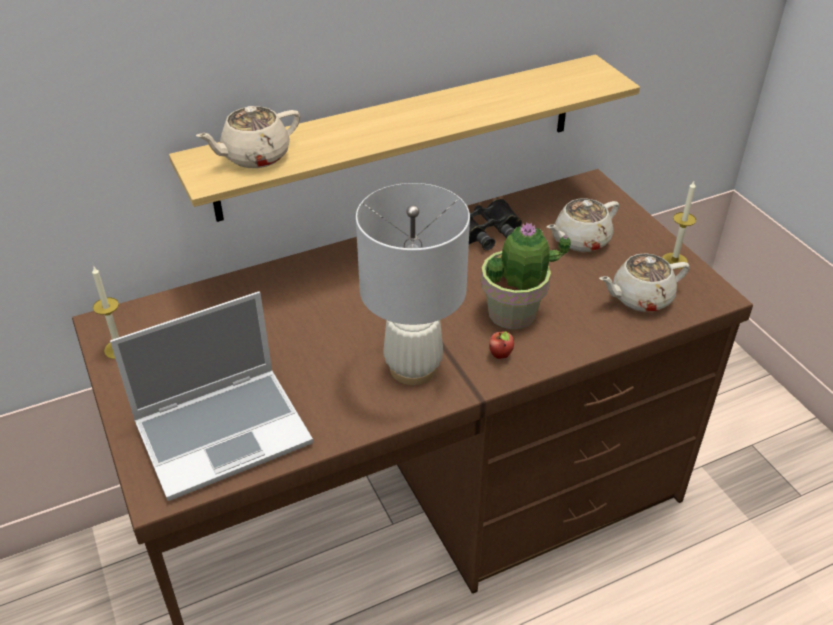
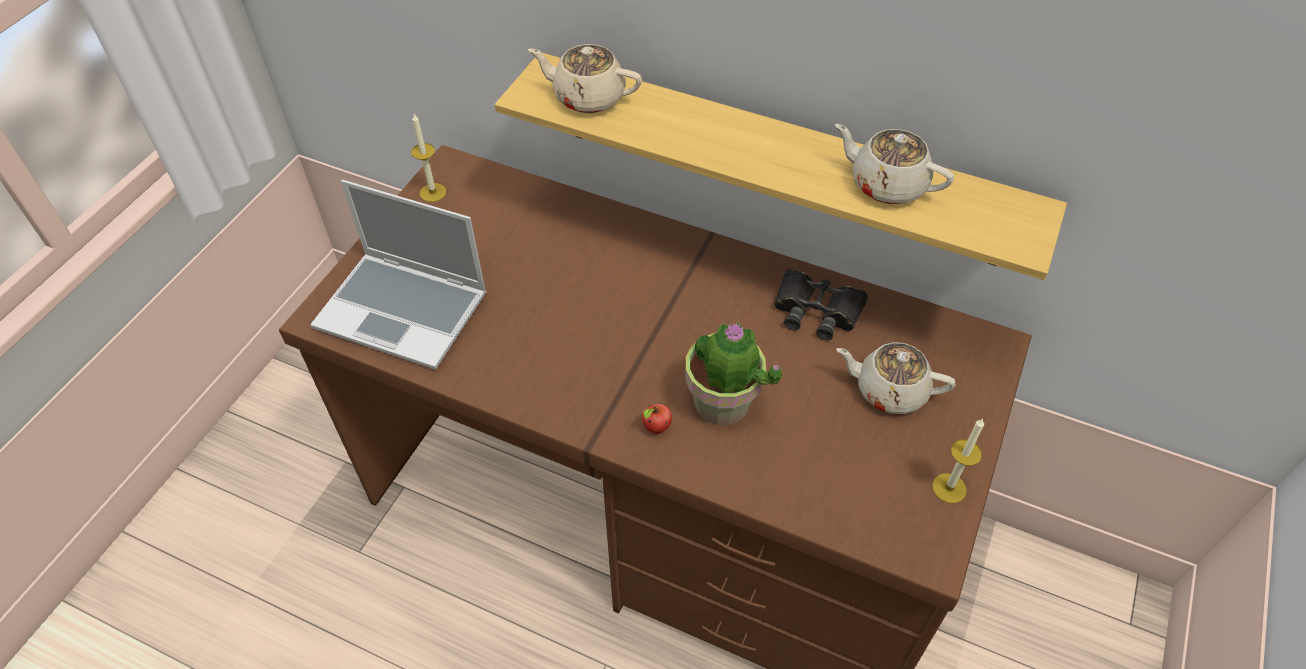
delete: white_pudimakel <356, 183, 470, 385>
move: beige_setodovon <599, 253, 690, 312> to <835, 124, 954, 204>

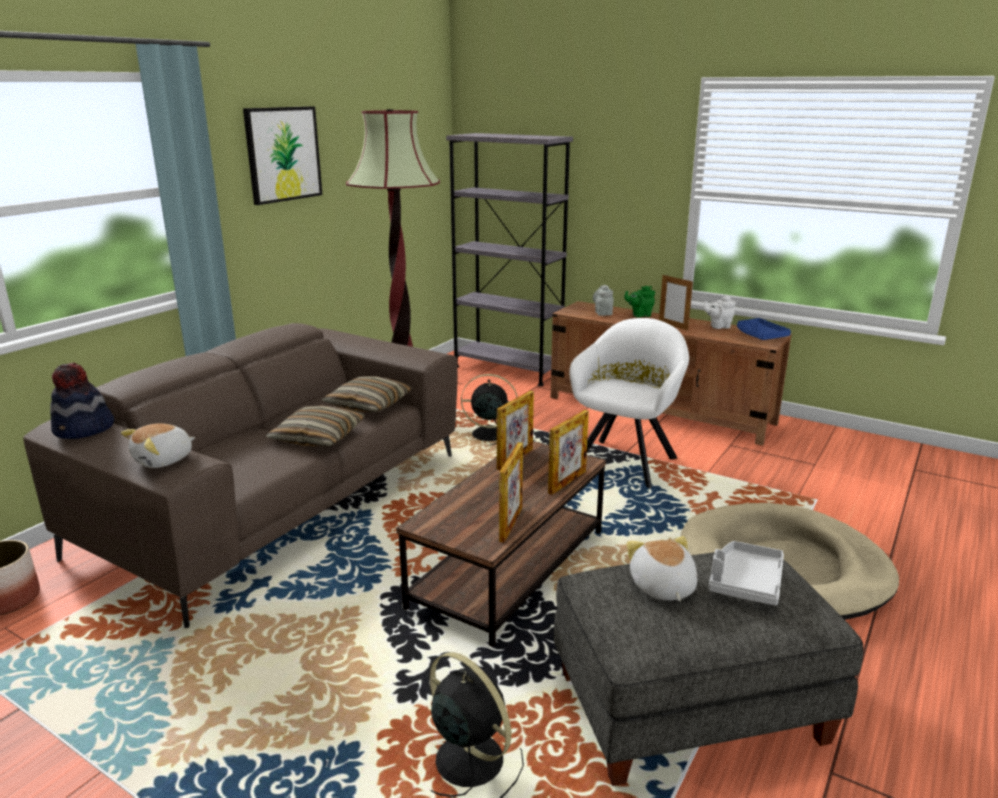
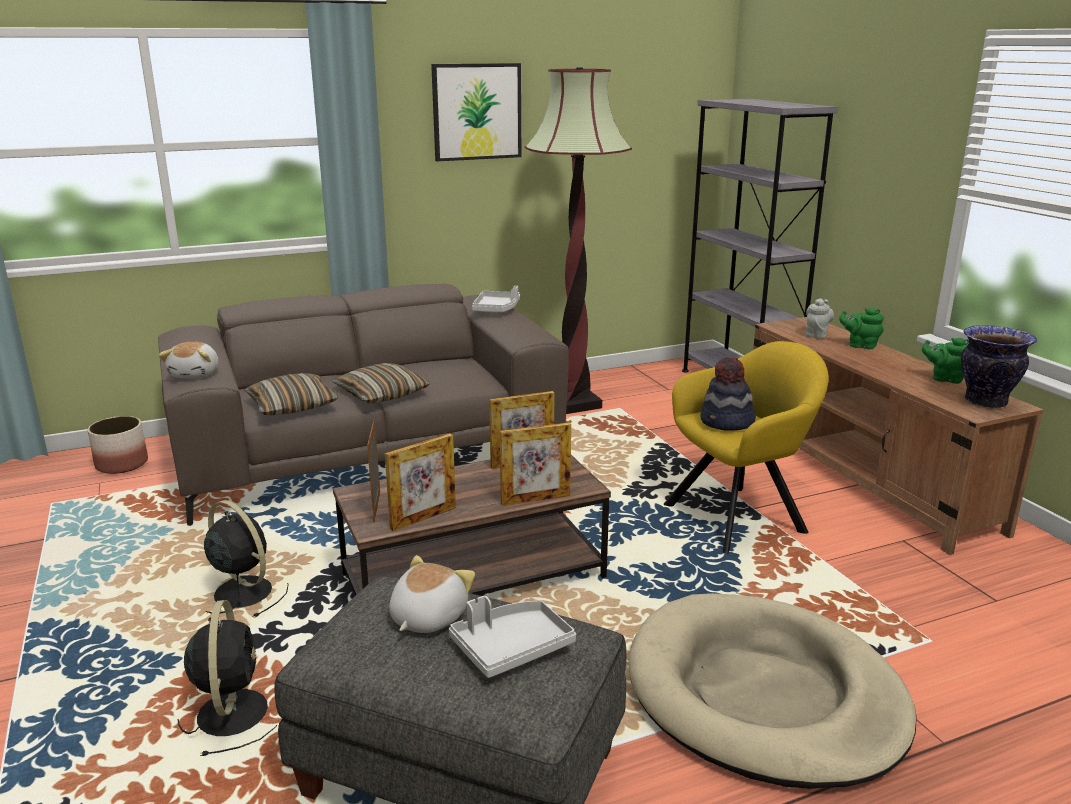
insert: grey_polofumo <472, 286, 520, 312>
move: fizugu <50, 363, 114, 439> to <700, 358, 756, 431>; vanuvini <321, 376, 412, 412> to <244, 373, 338, 415>; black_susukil <461, 374, 517, 445> to <204, 500, 289, 617>; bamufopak <659, 275, 693, 331> to <367, 419, 380, 523>
replace: blue_polofumo <737, 318, 791, 340> to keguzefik <961, 325, 1037, 408>
recolor: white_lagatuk <569, 318, 689, 488> to yellow_lagatuk <663, 341, 829, 554>; white_setodovon <703, 296, 736, 329> to green_setodovon <922, 338, 969, 384>
rotate: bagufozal <121, 423, 195, 468> = <158, 342, 218, 378> 75 degrees counterclockwise

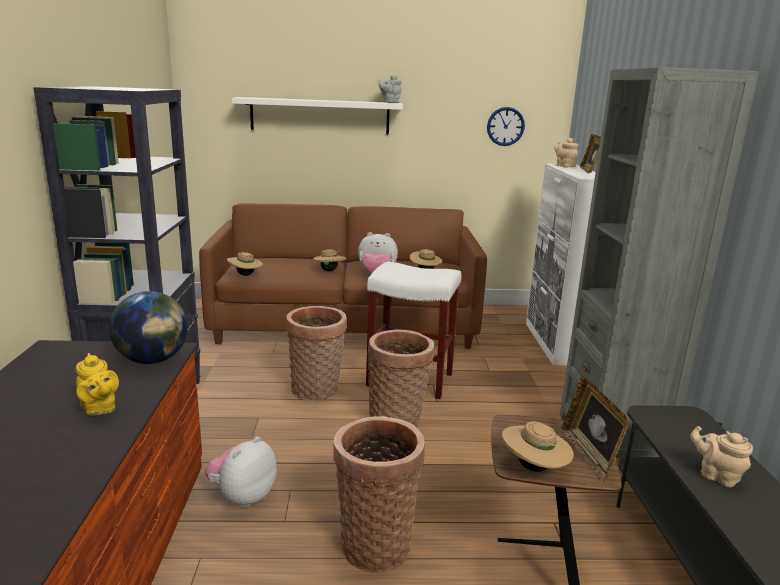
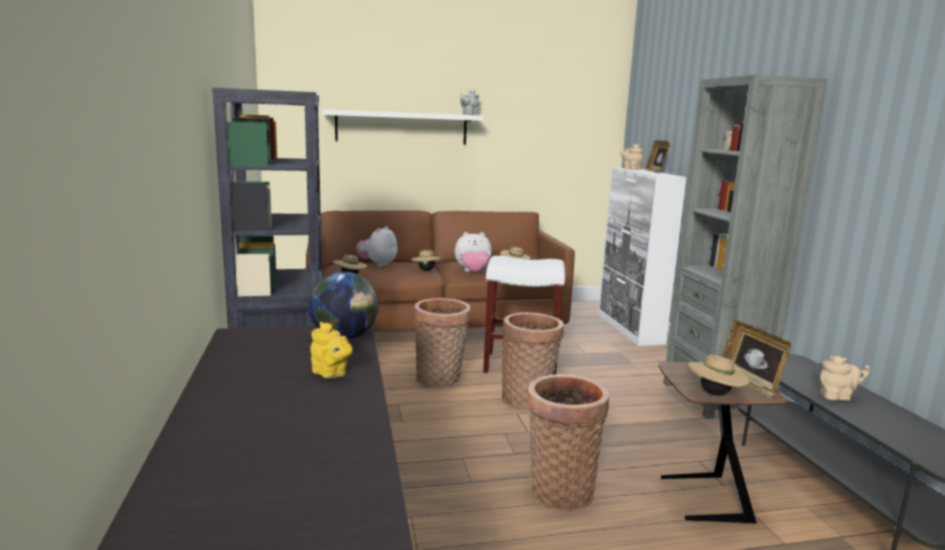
delete: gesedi <487, 107, 525, 146>
move: bagufozal <205, 437, 277, 508> to <356, 226, 397, 267>
rotate: beige_setodovon <690, 426, 753, 487> = <820, 356, 870, 401> 150 degrees clockwise

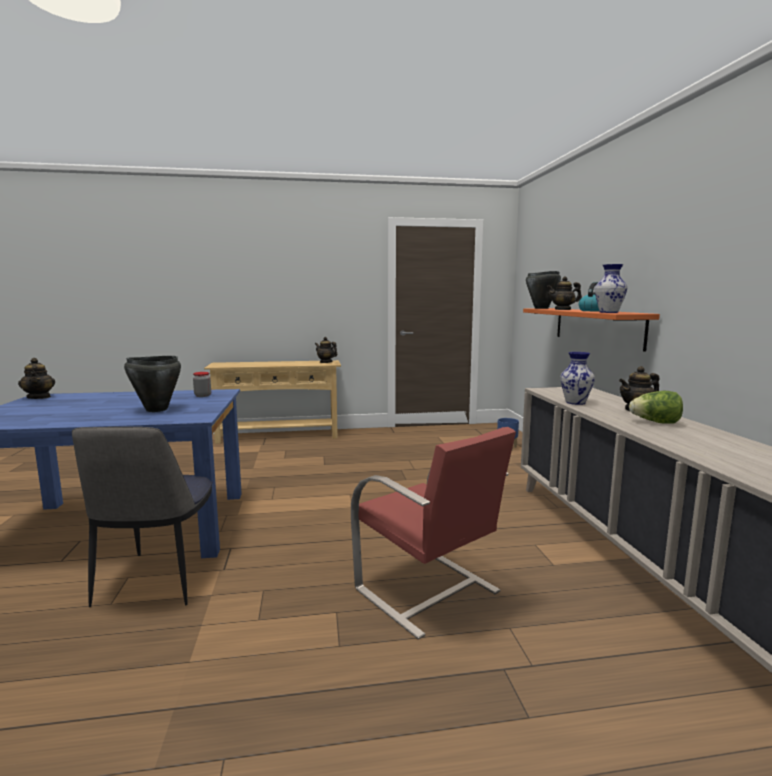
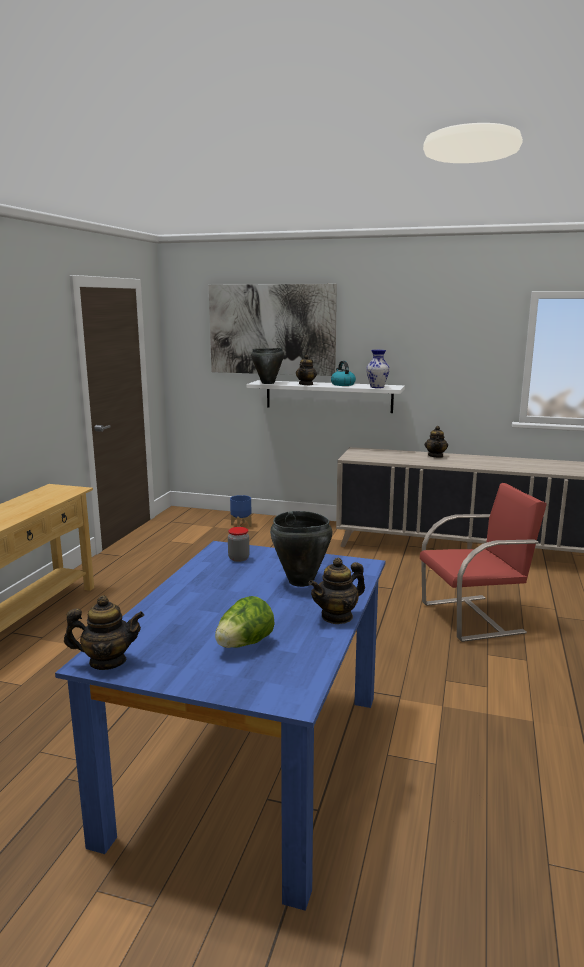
delete: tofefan <72, 427, 213, 607>; keguzefik <560, 352, 595, 405>
insert: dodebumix <209, 284, 337, 376>
move: setodovon <315, 337, 337, 363> to <309, 558, 365, 624>; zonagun <629, 391, 683, 424> to <215, 596, 275, 648>
recolor: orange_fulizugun <523, 308, 660, 352> to white_fulizugun <247, 380, 405, 413>

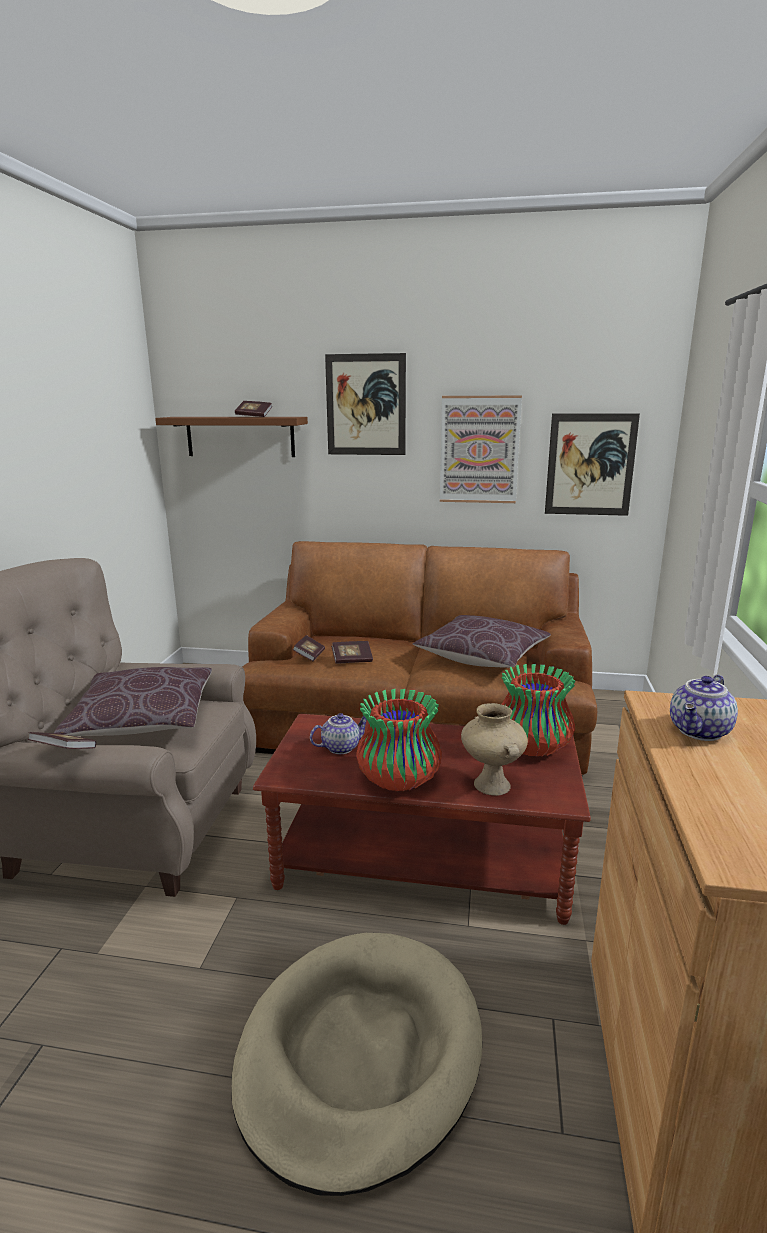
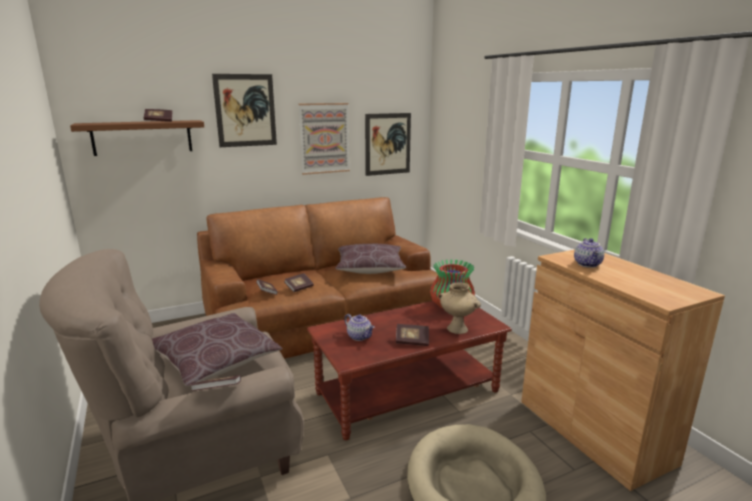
replace: keguzefik <356, 689, 442, 791> to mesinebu <396, 324, 429, 346>
rotate: setodovon <310, 713, 367, 754> = <344, 314, 375, 341> 105 degrees clockwise

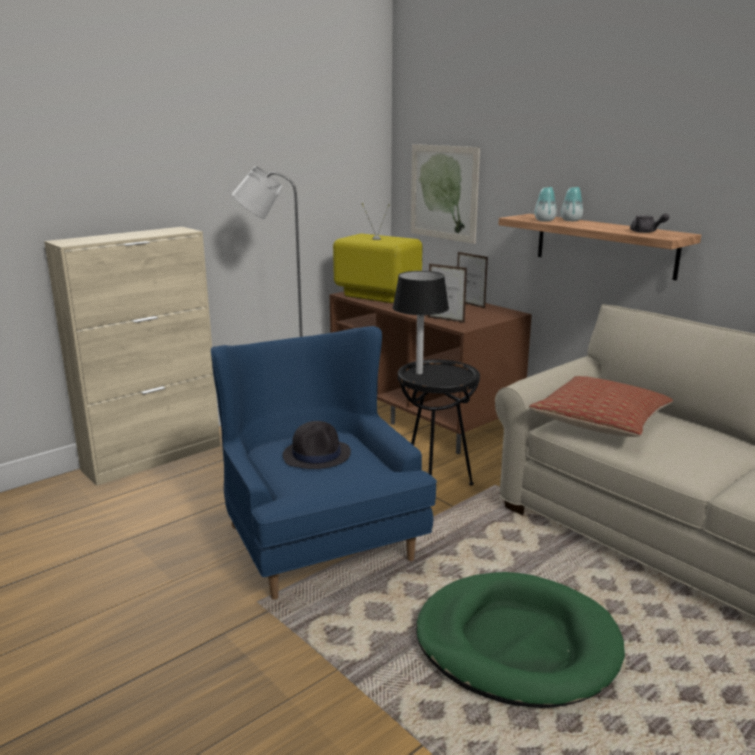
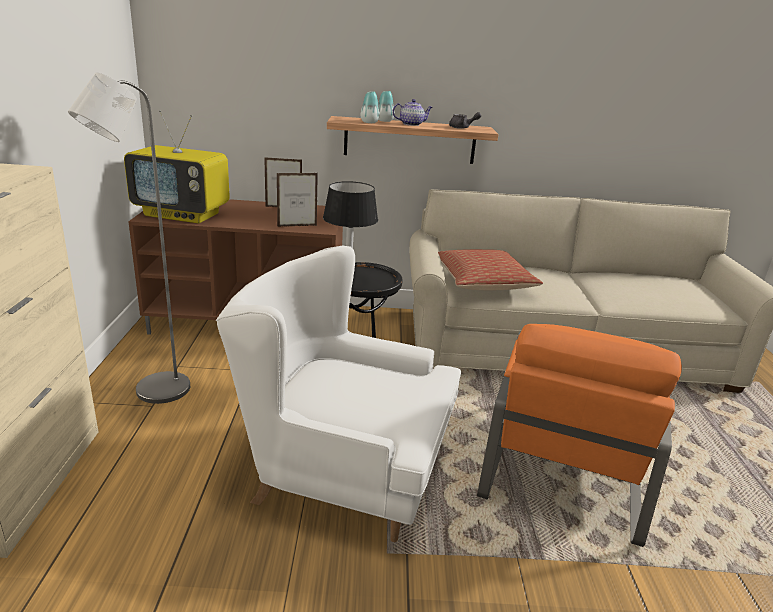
delete: black_fizugu <283, 421, 351, 469>; dodebumix <411, 144, 480, 244>
insert: setodovon <392, 99, 433, 126>
replace: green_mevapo <416, 572, 625, 708> to orange_lagatuk <477, 324, 682, 547>
recolor: blue_lagatuk <211, 326, 437, 600> to white_lagatuk <216, 246, 461, 542>
rotate: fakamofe <333, 203, 423, 303> = <124, 110, 230, 224> 150 degrees counterclockwise

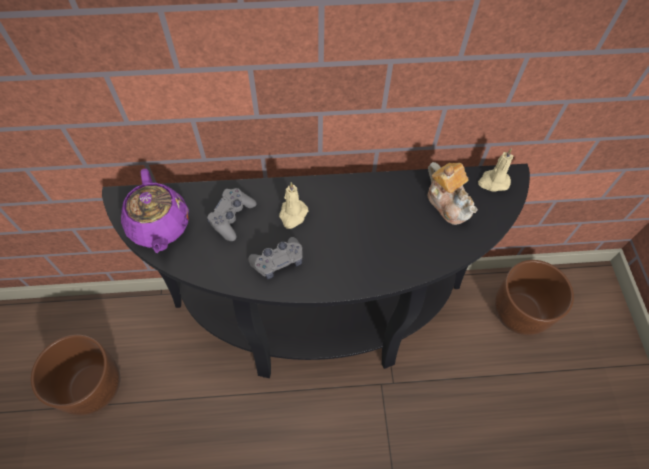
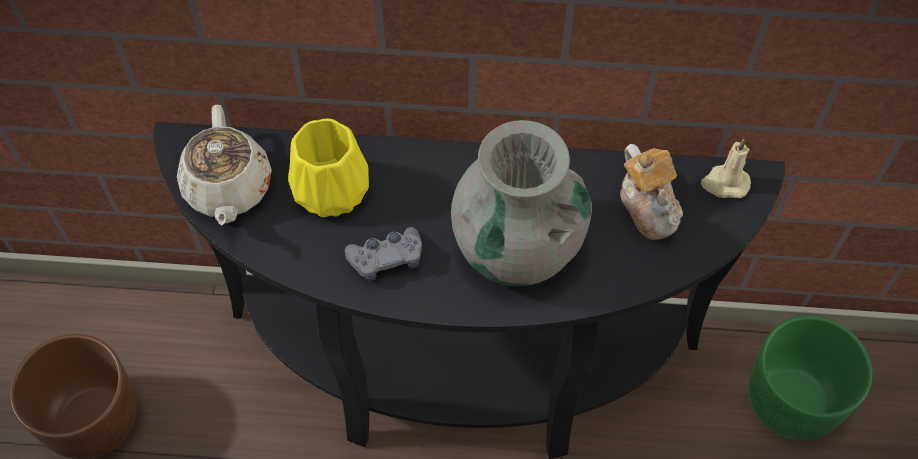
delete: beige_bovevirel <279, 182, 309, 229>
insert: grey_keguzefik <451, 120, 592, 286>
replace: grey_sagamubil <207, 188, 257, 241> to yellow_keguzefik <288, 119, 369, 217>
recolor: purple_setodovon <121, 169, 189, 253> to beige_setodovon <177, 104, 272, 225>; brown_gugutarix <495, 260, 574, 336> to green_gugutarix <749, 315, 872, 441>

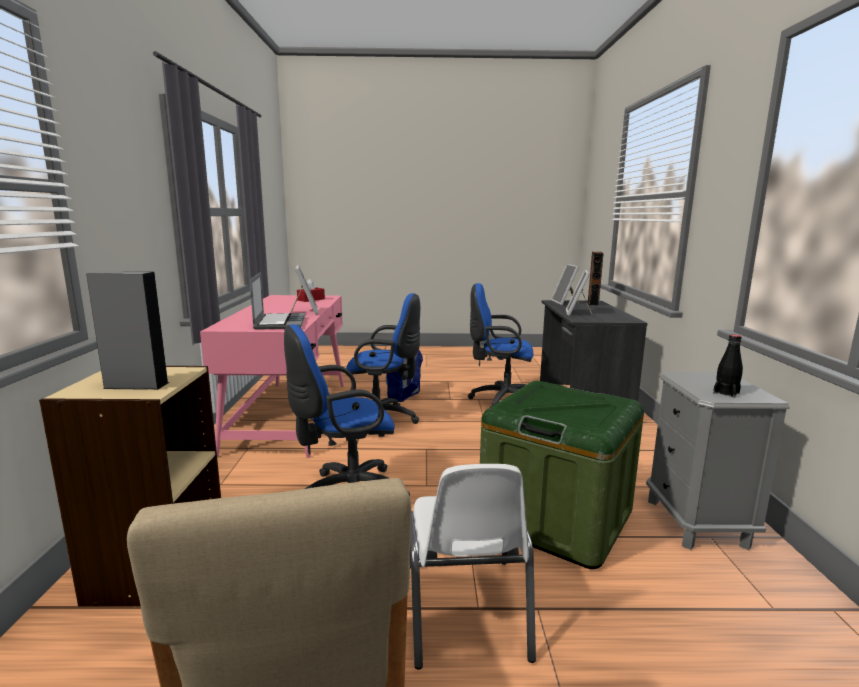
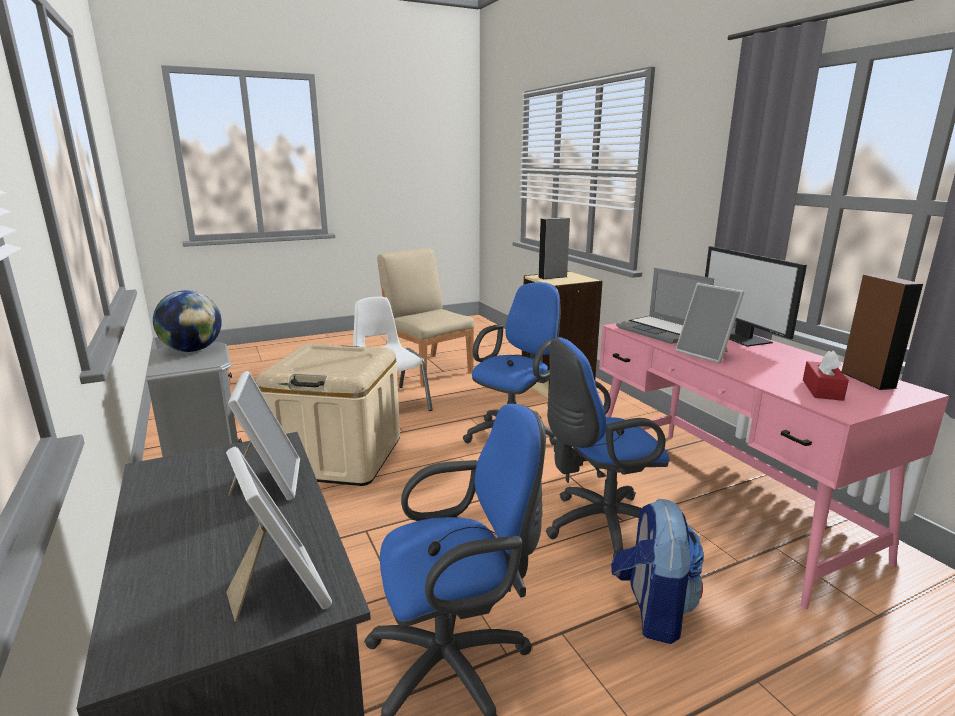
insert: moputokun <705, 246, 807, 347>
move: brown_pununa <588, 252, 604, 306> to <842, 274, 923, 390>
replace: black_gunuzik <713, 335, 743, 398> to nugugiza <153, 290, 222, 352>
recolor: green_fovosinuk <480, 381, 644, 569> to beige_fovosinuk <256, 344, 400, 486>

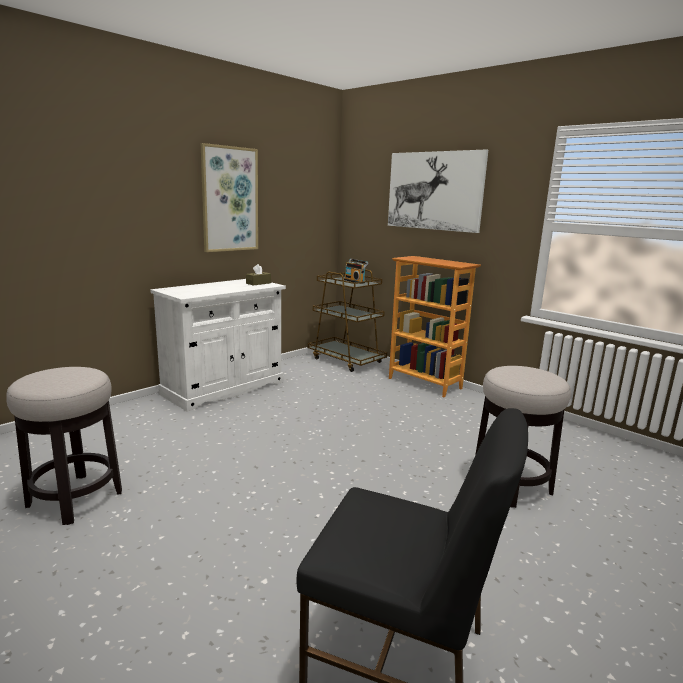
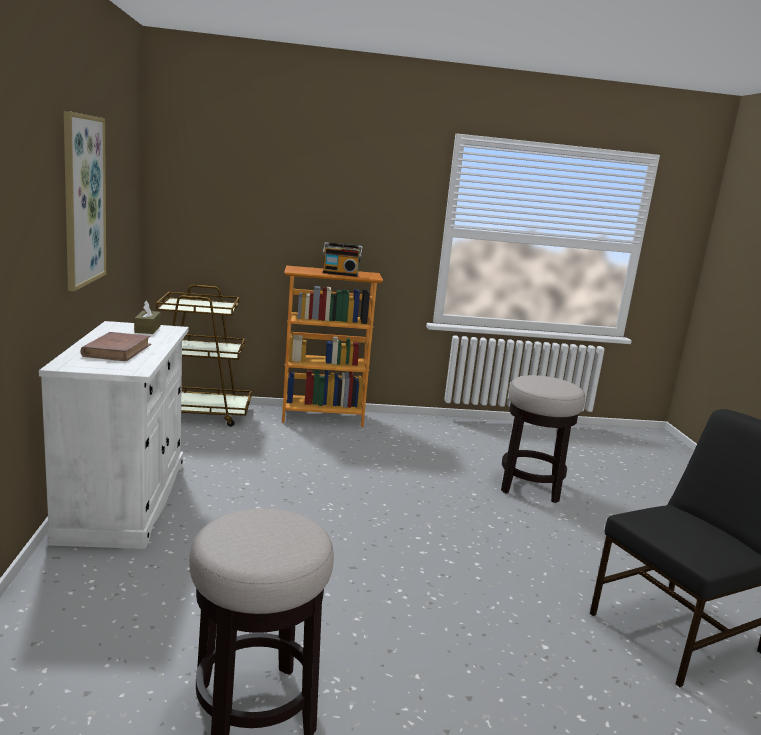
delete: dodebumix <388, 150, 488, 233>
insert: brown_mesinebu <80, 332, 151, 361>
move: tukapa <344, 259, 369, 284> to <323, 242, 363, 277>

